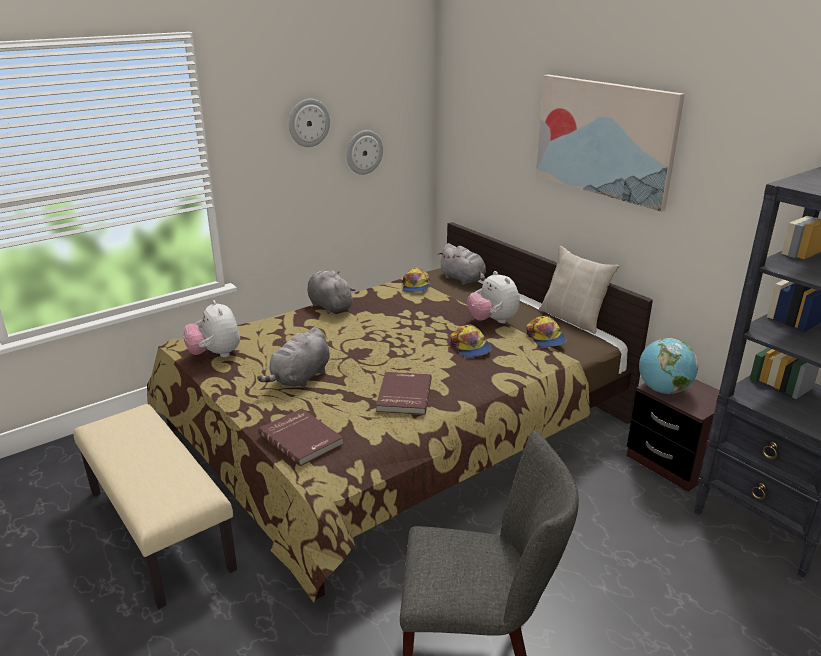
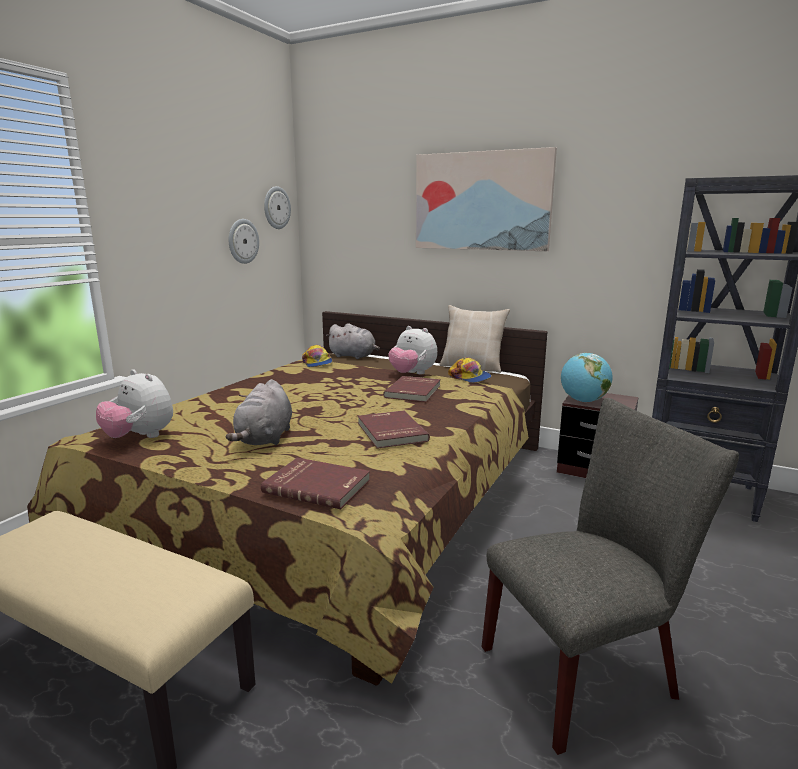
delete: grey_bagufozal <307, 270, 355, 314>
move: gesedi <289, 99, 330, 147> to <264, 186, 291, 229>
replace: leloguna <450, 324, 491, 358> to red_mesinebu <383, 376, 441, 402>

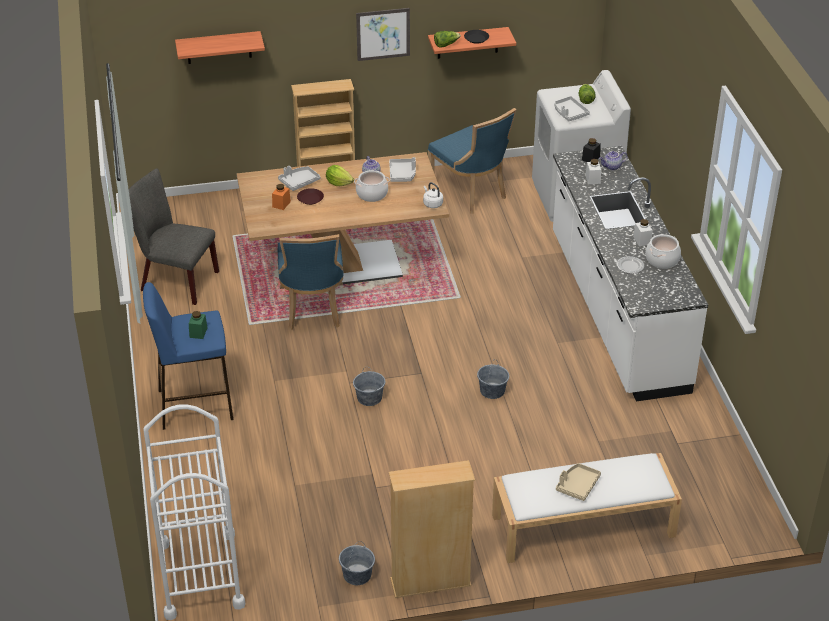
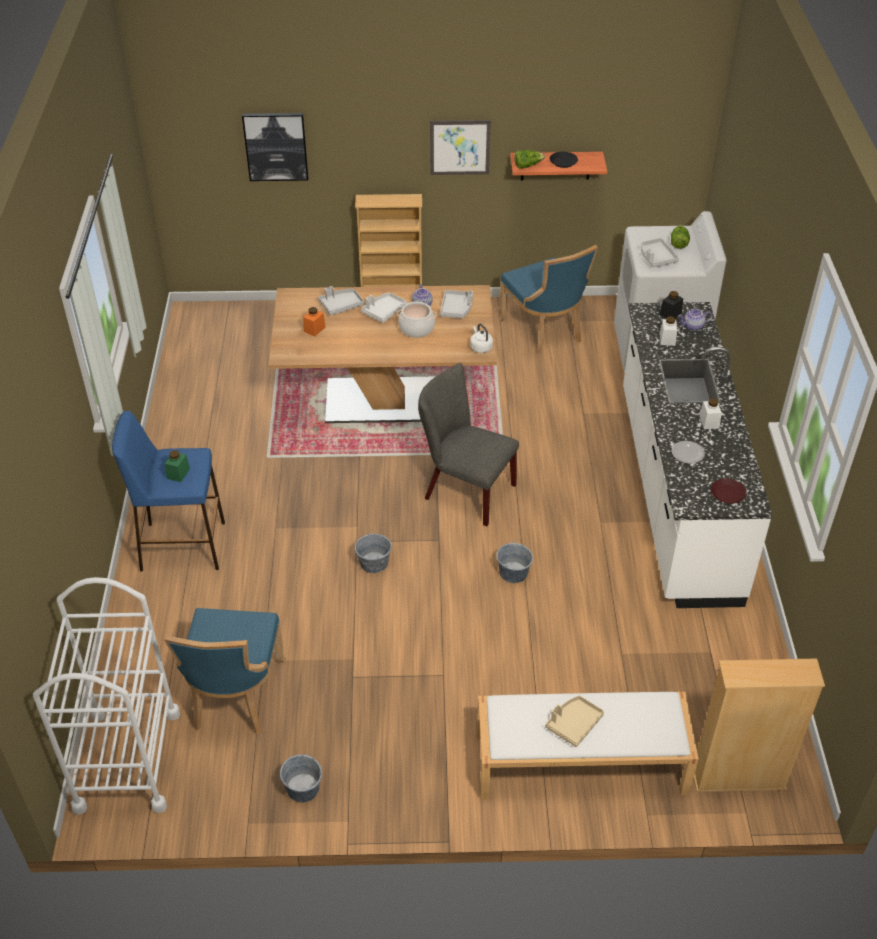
delete: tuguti <645, 234, 681, 269>
move: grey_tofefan <129, 169, 219, 305> to <418, 363, 519, 527>; blue_tofefan <277, 234, 344, 331> to <164, 608, 286, 735>; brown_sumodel <297, 188, 324, 205> to <711, 478, 746, 504>; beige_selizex <389, 460, 475, 598> to <694, 659, 825, 792>
replace: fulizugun <175, 31, 265, 64> to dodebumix <242, 113, 308, 181>; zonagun <326, 165, 354, 186> to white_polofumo <361, 292, 407, 323>

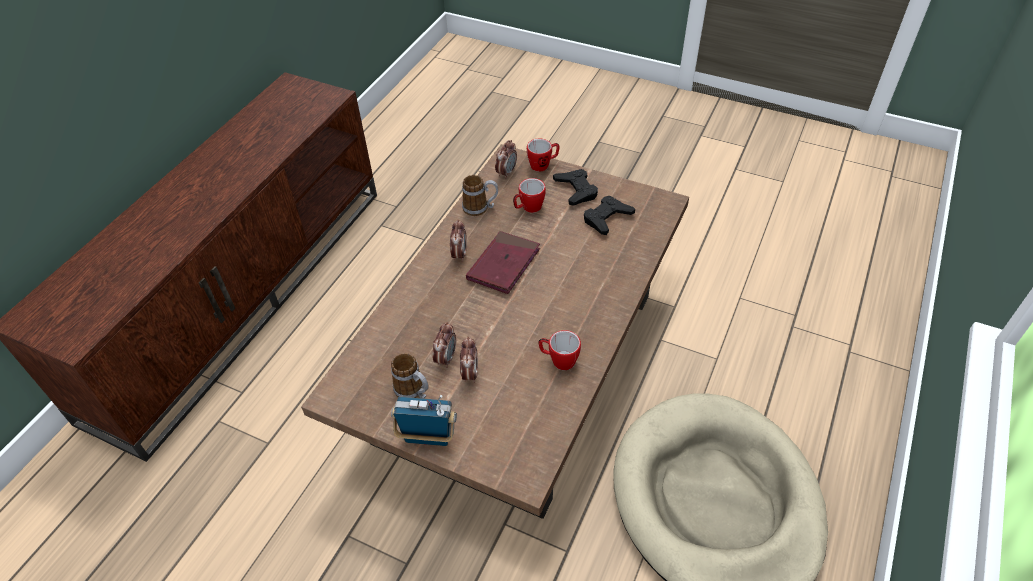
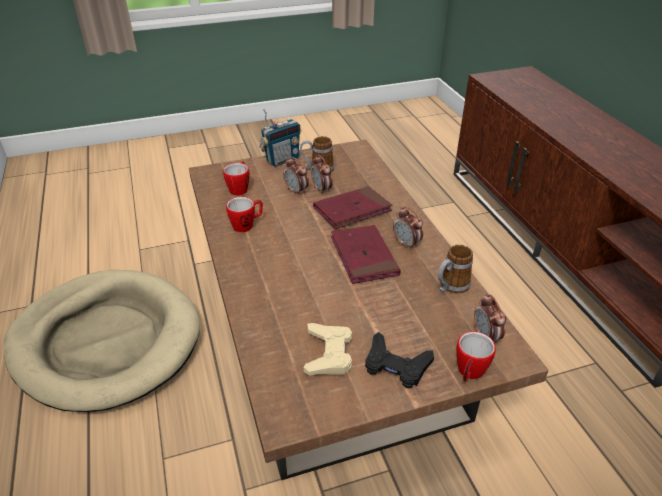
insert: red_mesinebu <313, 186, 392, 229>
move: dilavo <513, 178, 546, 213> to <223, 161, 250, 196>
recolor: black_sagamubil <584, 196, 635, 235> to beige_sagamubil <304, 323, 352, 375>

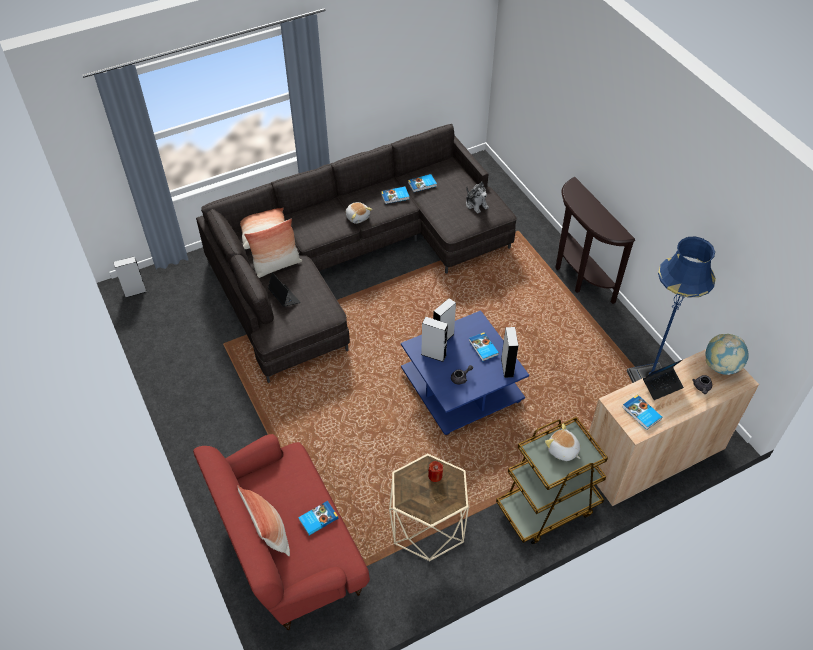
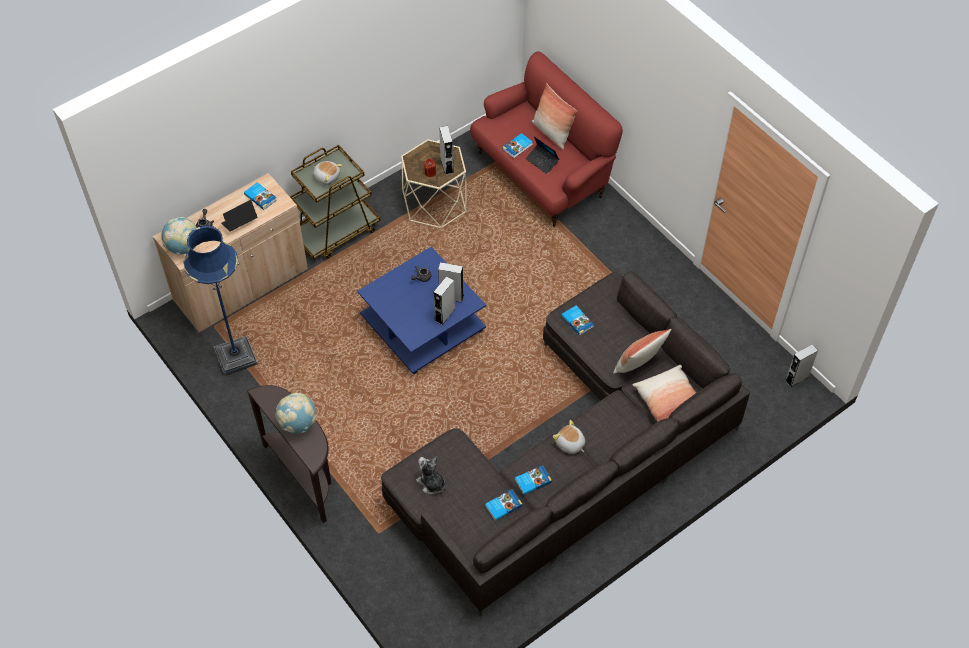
insert: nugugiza <275, 393, 316, 434>
move: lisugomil <268, 272, 301, 307> to <526, 136, 559, 174>; mesinebu <469, 332, 499, 361> to <561, 306, 594, 336>; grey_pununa <501, 327, 518, 378> to <439, 126, 454, 175>

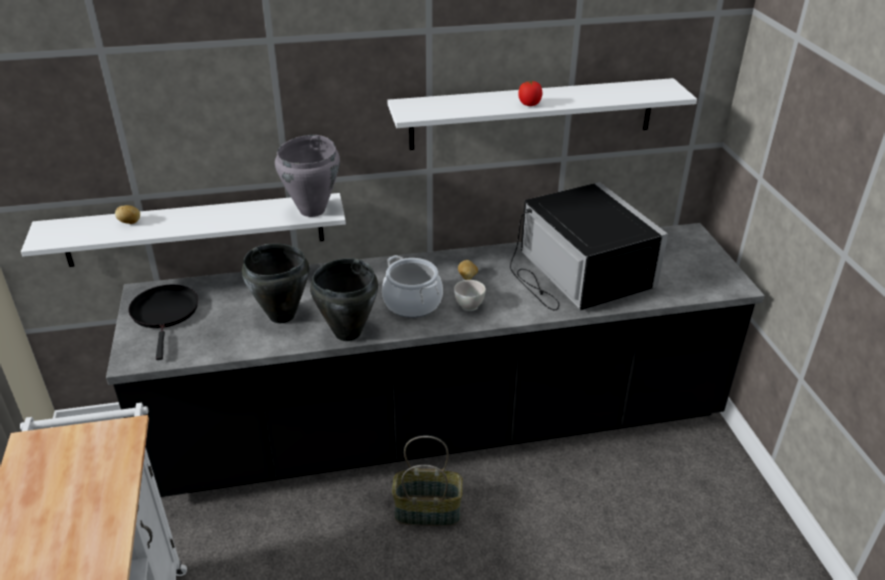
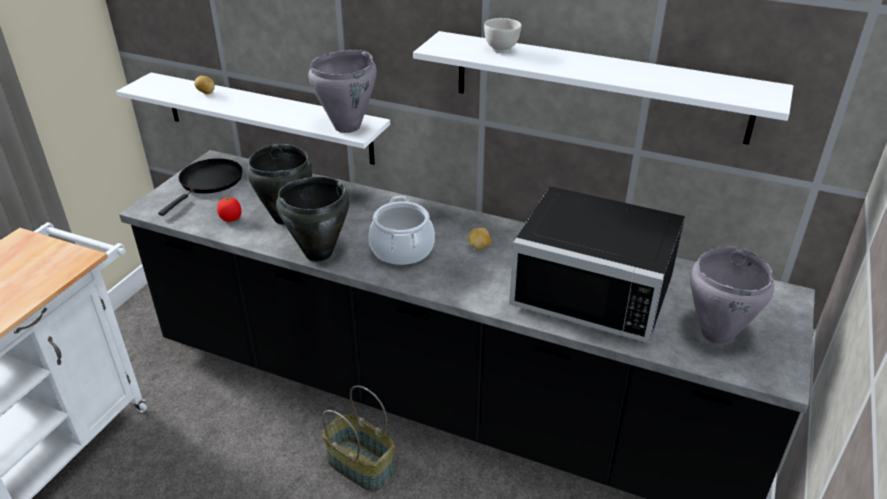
insert: grey_tuguti <690, 246, 774, 344>
move: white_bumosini <454, 280, 486, 311> to <484, 18, 522, 53>; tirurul <518, 81, 543, 106> to <217, 198, 242, 222>
rotate: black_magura <510, 182, 668, 310> = <509, 186, 685, 343> 105 degrees clockwise

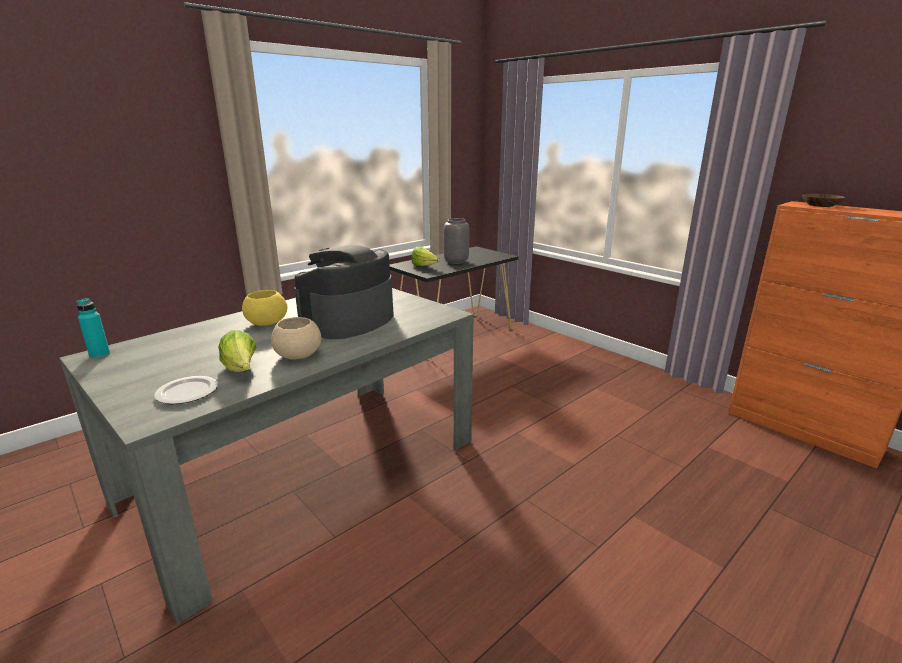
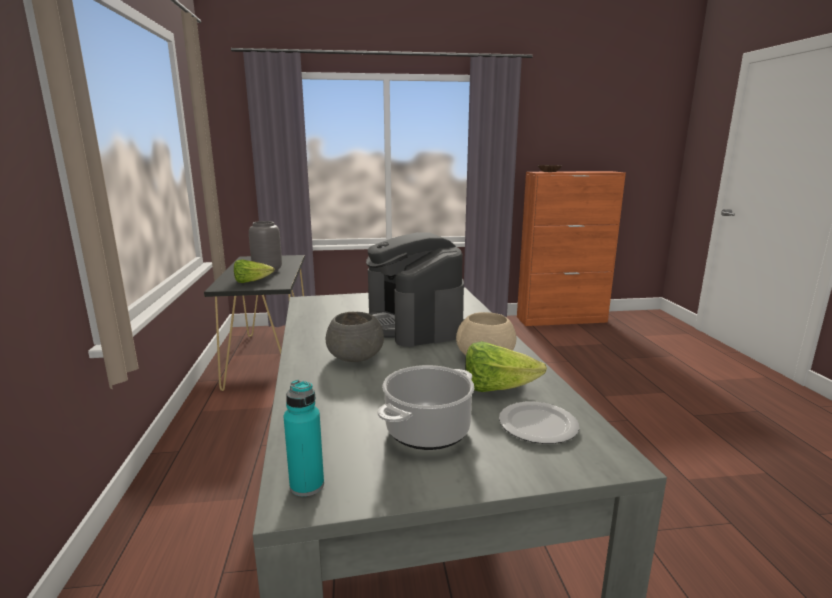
insert: tuguti <377, 365, 474, 450>
recolor: yellow_bumosini <242, 290, 287, 326> to grey_bumosini <326, 312, 384, 362>

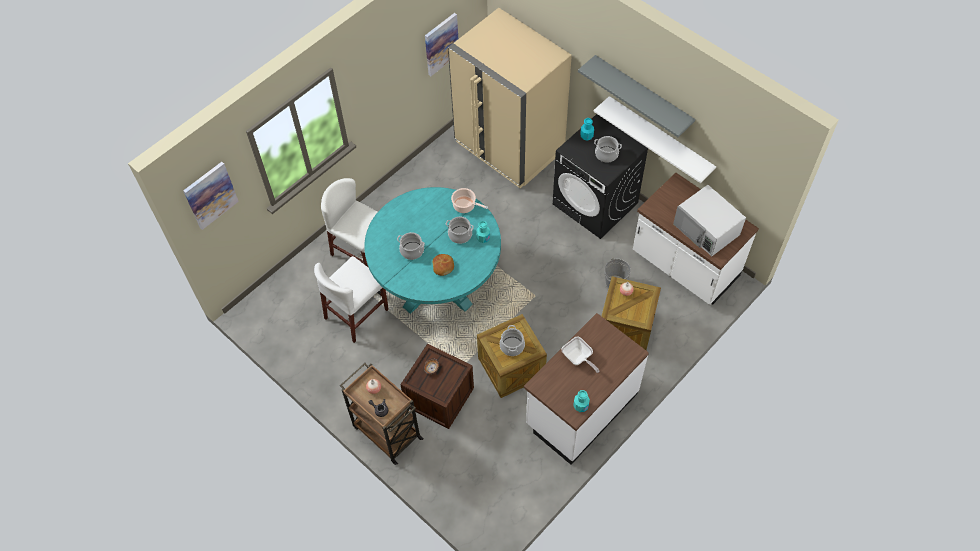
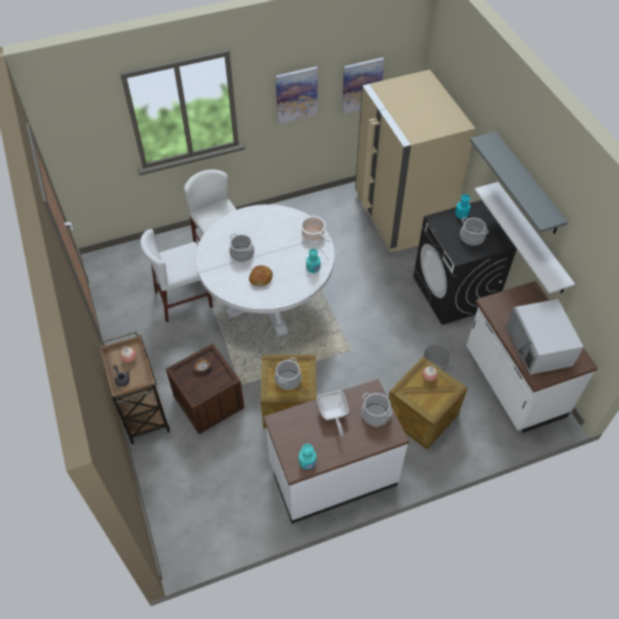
move: dodebumix <183, 162, 239, 230> to <276, 66, 318, 124>; tuguti <446, 217, 474, 244> to <361, 393, 393, 426>
recolor: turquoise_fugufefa <364, 187, 501, 314> to white_fugufefa <196, 204, 335, 337>

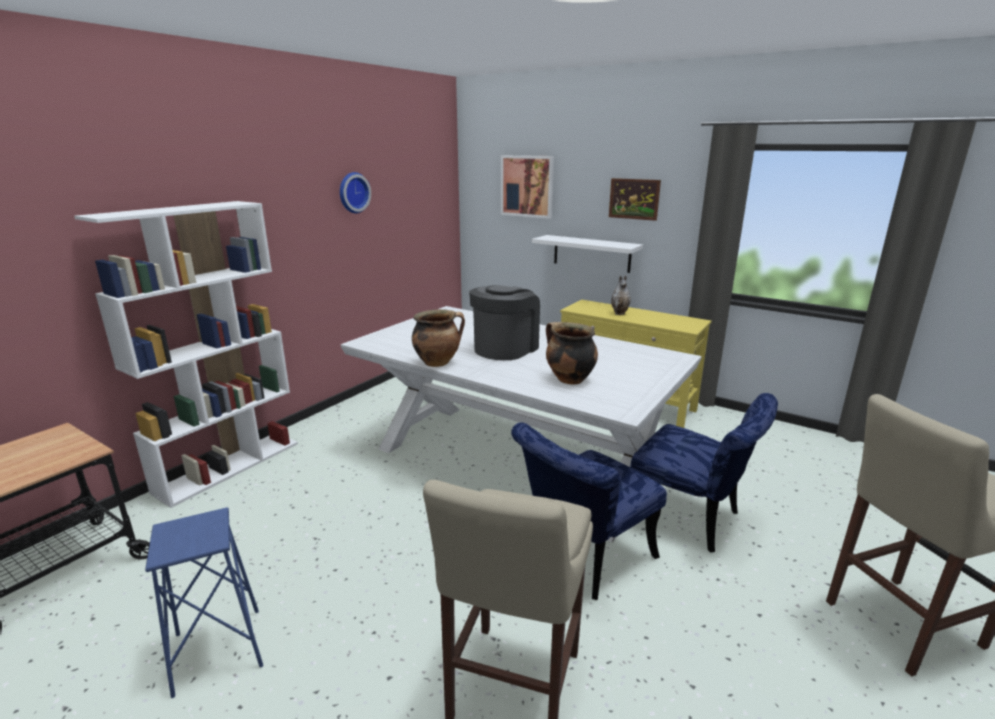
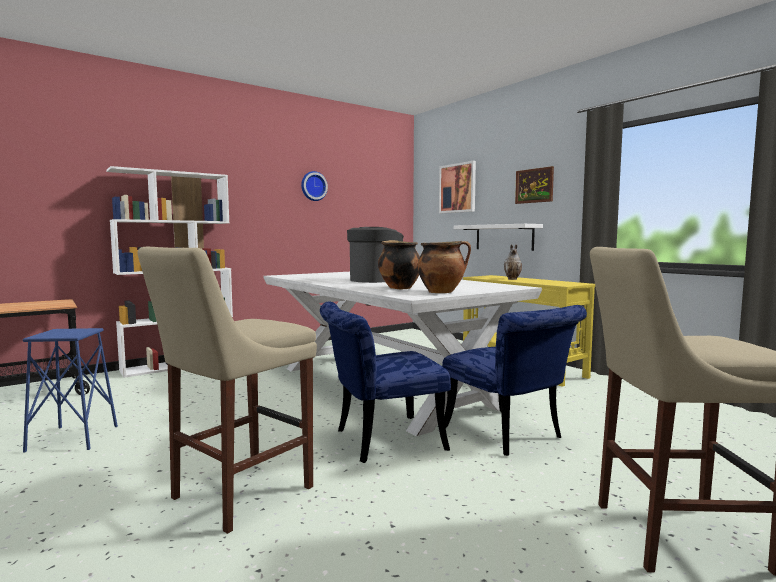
move: tuguti <412, 309, 465, 367> to <418, 241, 471, 293>

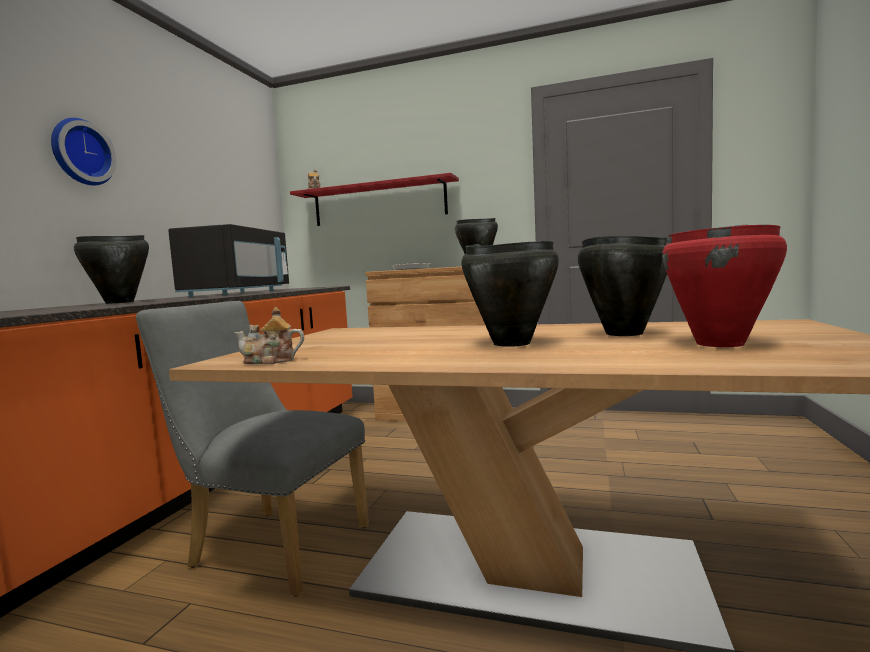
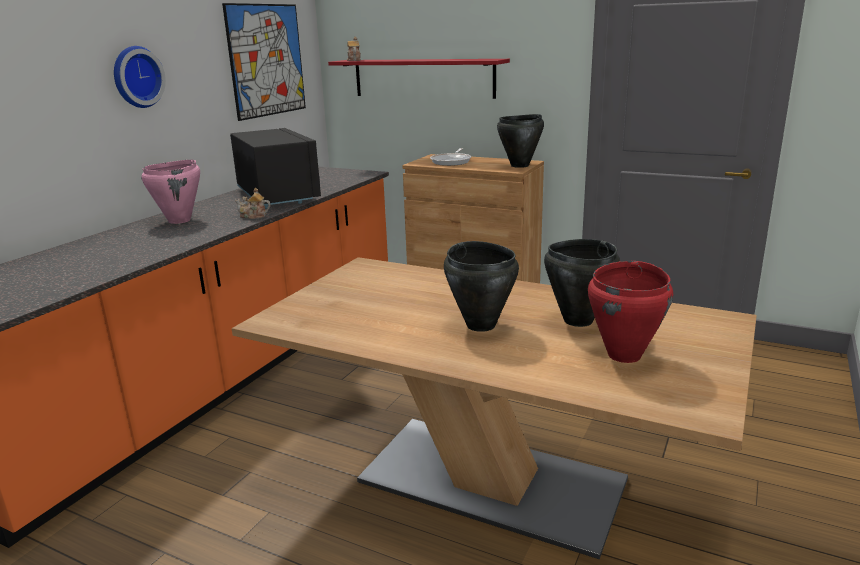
delete: grey_tofefan <136, 301, 369, 597>
insert: dodebumix <222, 3, 306, 121>
move: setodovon <234, 307, 304, 364> to <235, 188, 271, 219>
recolor: black_tuguti <74, 235, 149, 304> to pink_tuguti <141, 160, 200, 224>
rotate: black_magura <168, 224, 289, 297> = <230, 128, 321, 209> 45 degrees counterclockwise

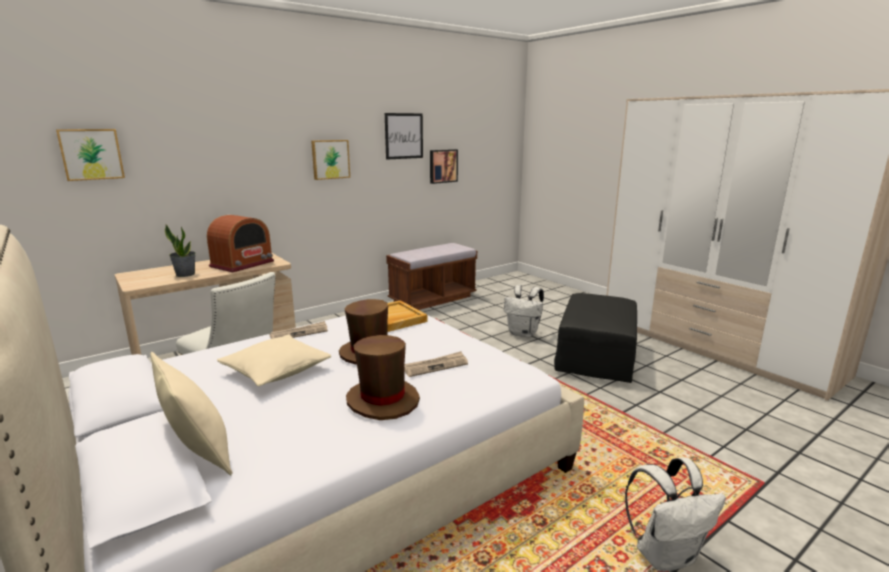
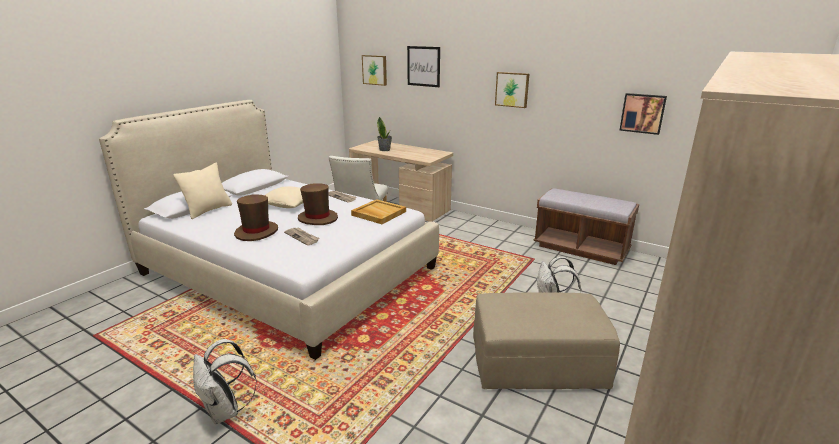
delete: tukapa <207, 215, 274, 273>
move: dodebumix <385, 113, 423, 160> to <407, 46, 440, 87>
recolor: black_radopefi <554, 293, 637, 383> to beige_radopefi <473, 292, 620, 389>

